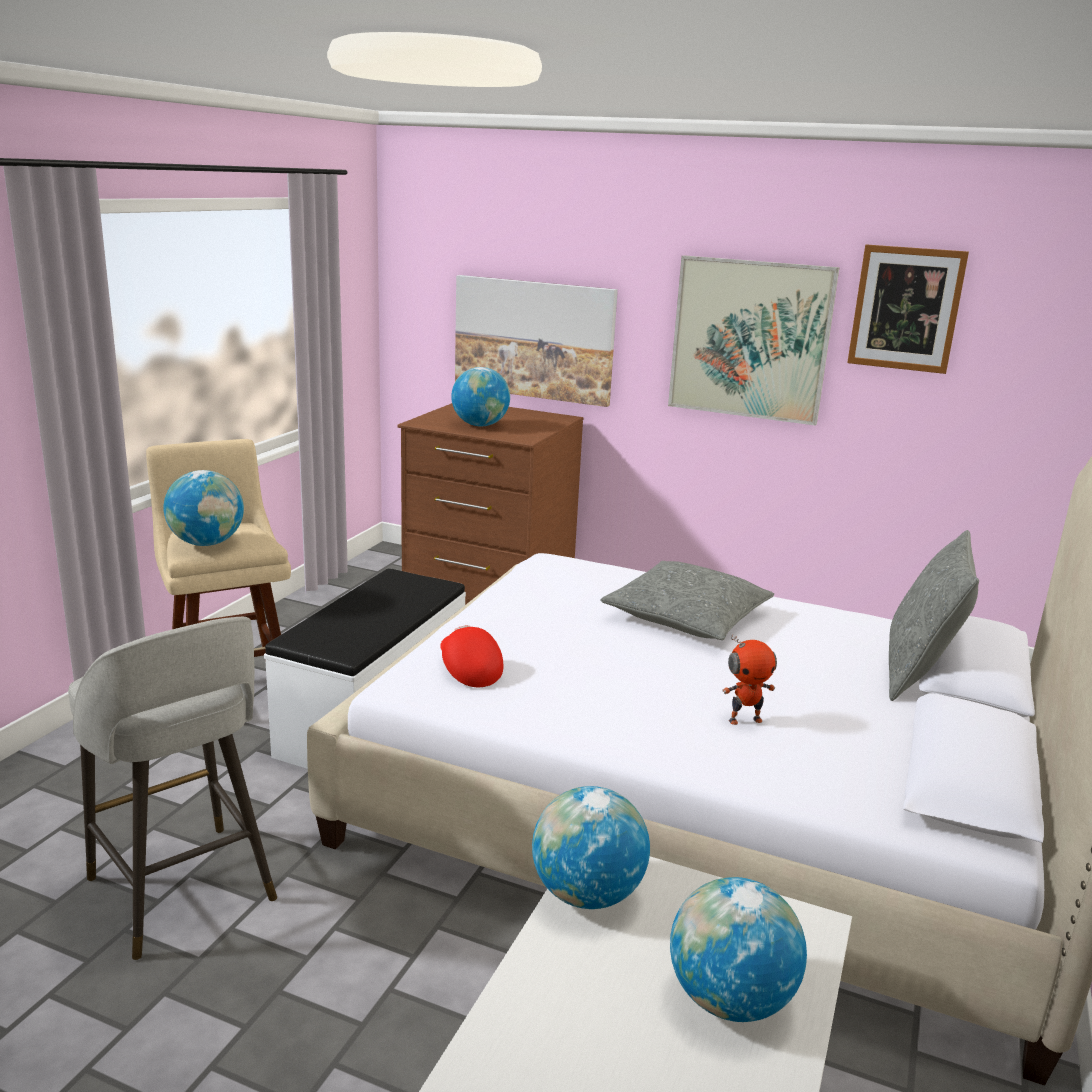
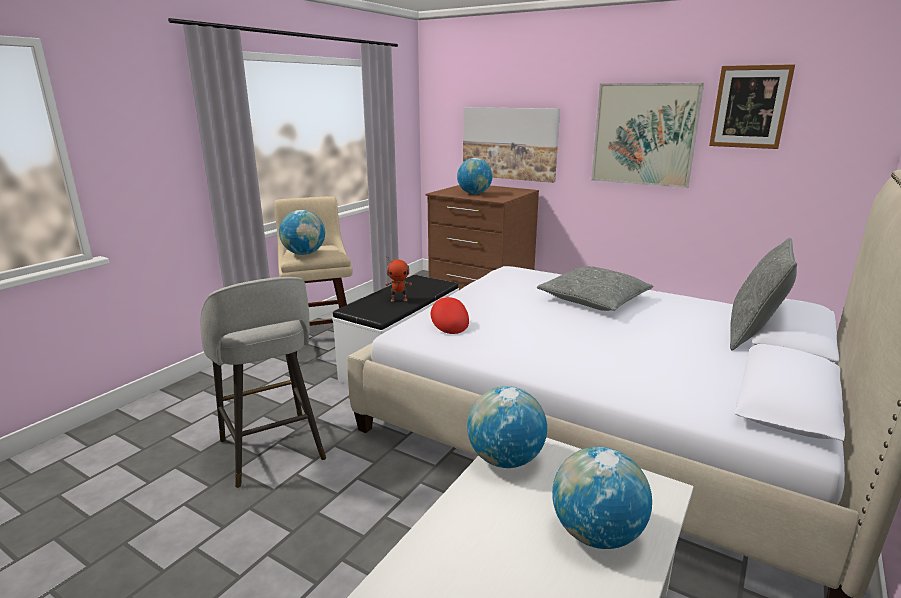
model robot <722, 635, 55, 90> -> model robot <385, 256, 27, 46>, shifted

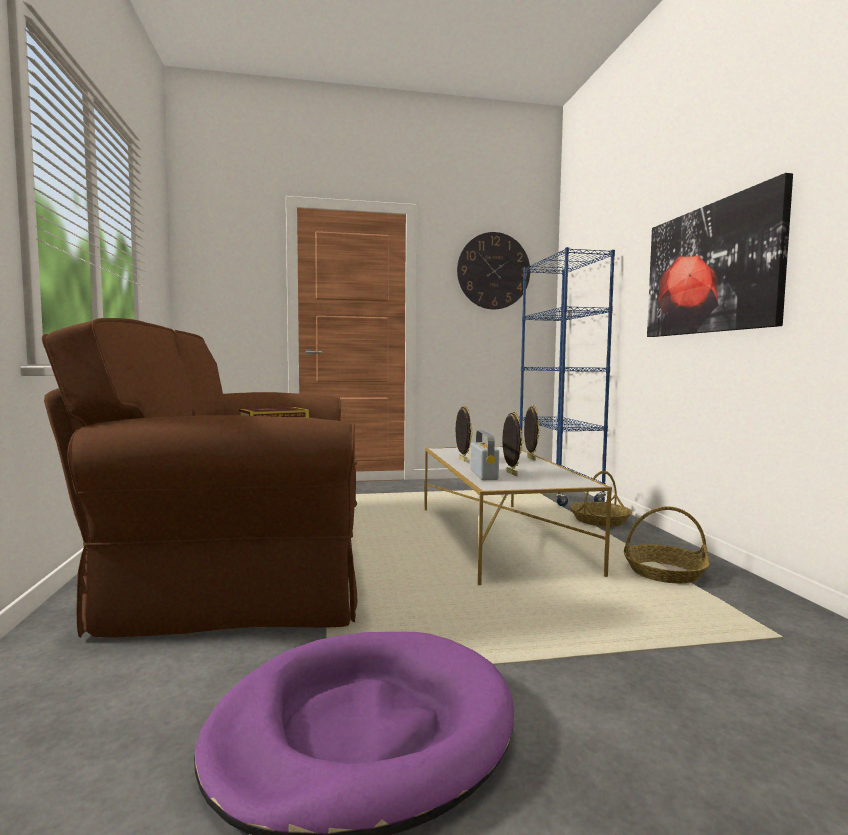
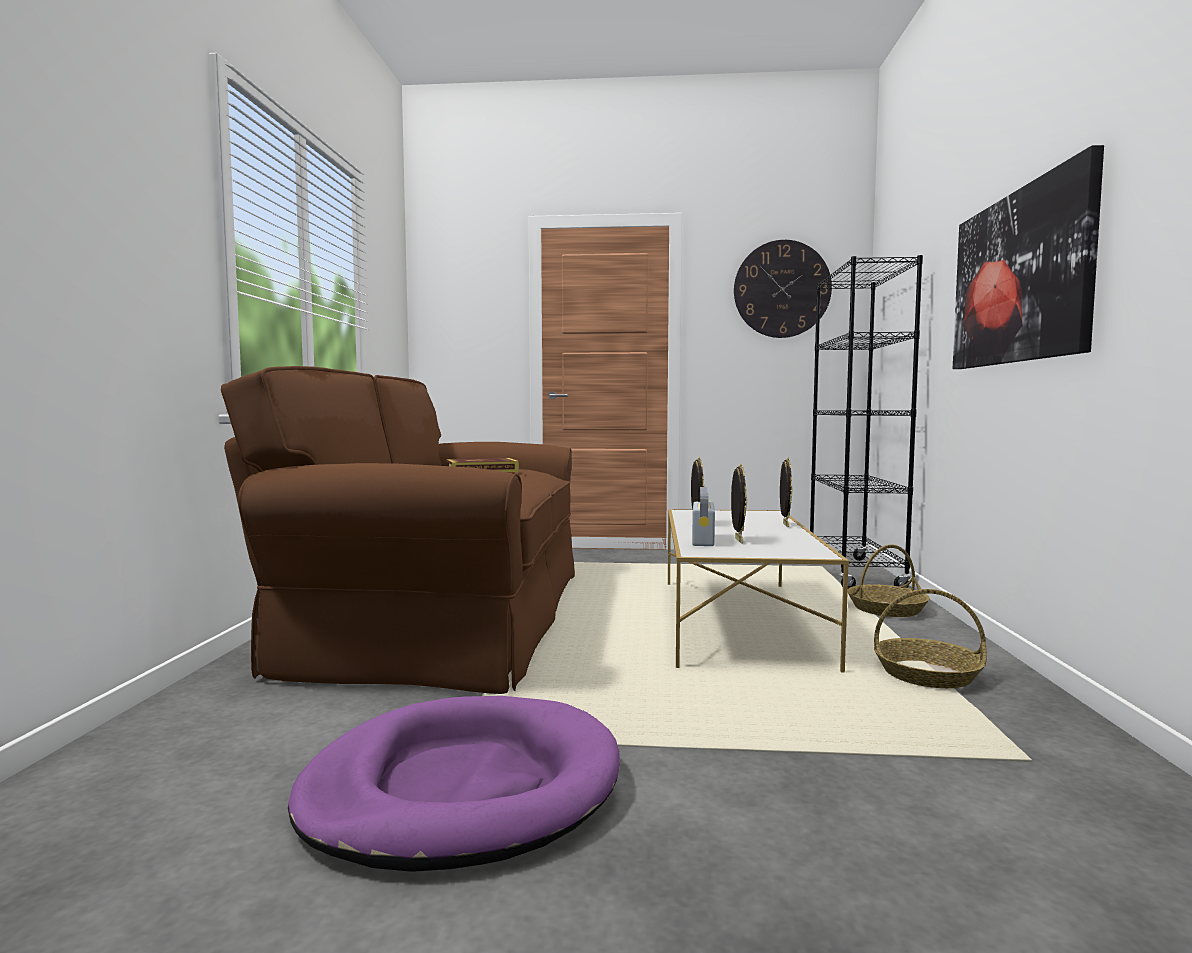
blue-coloured bookcase <520, 247, 95, 260> -> black-coloured bookcase <810, 255, 113, 334>

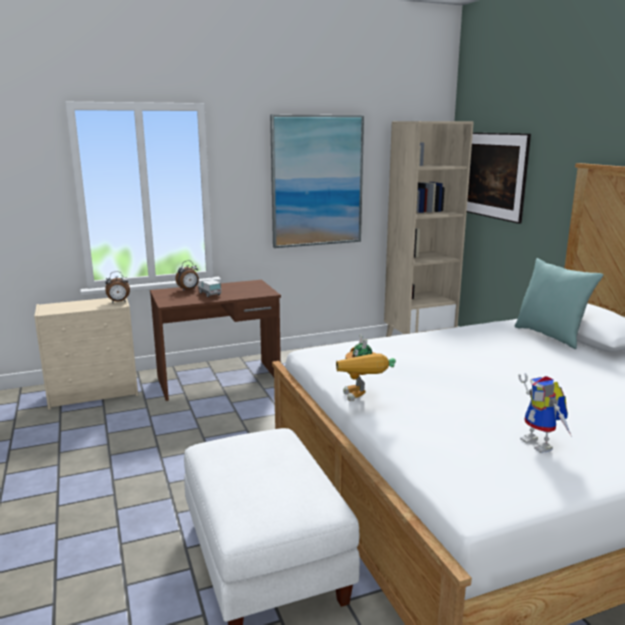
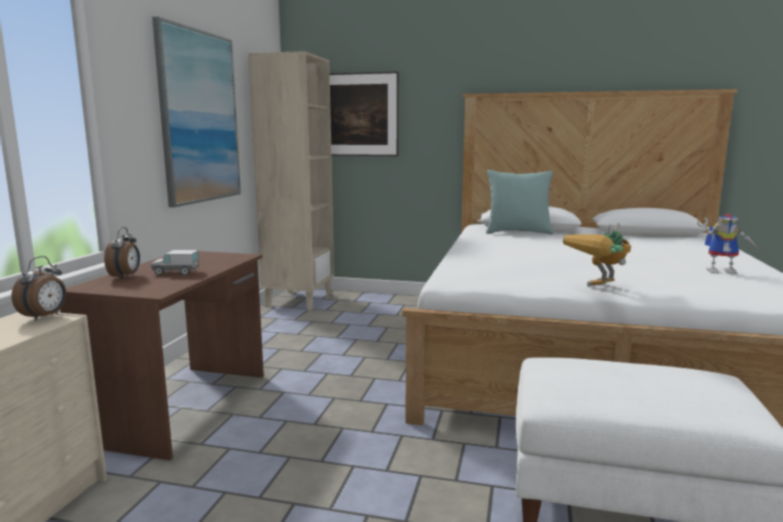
model robot <336, 334, 60, 67> -> model robot <563, 222, 68, 65>, 120 degrees clockwise

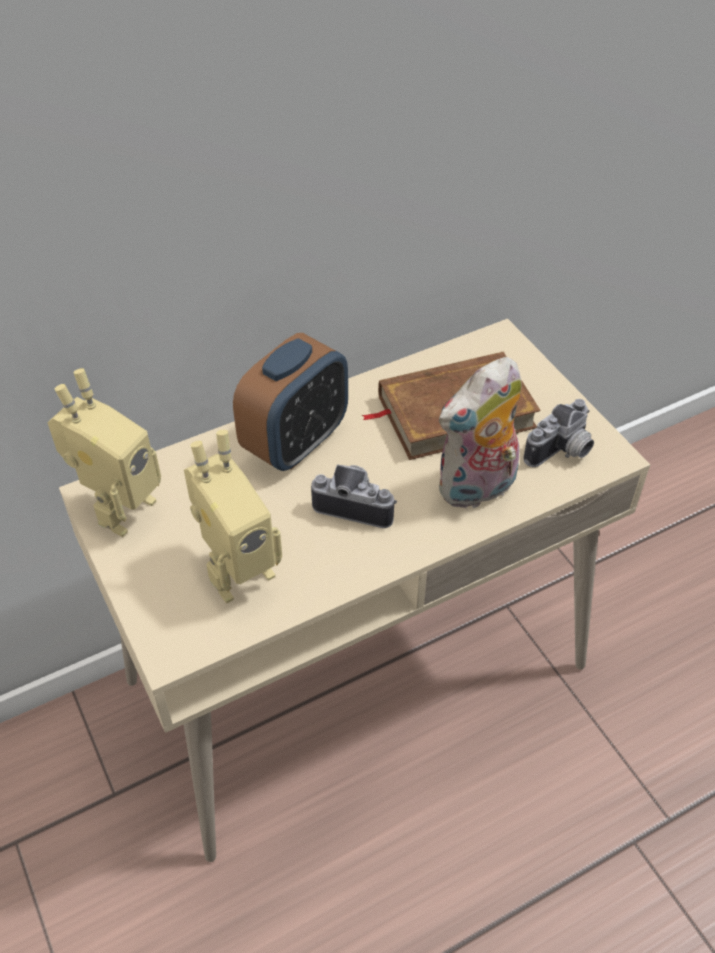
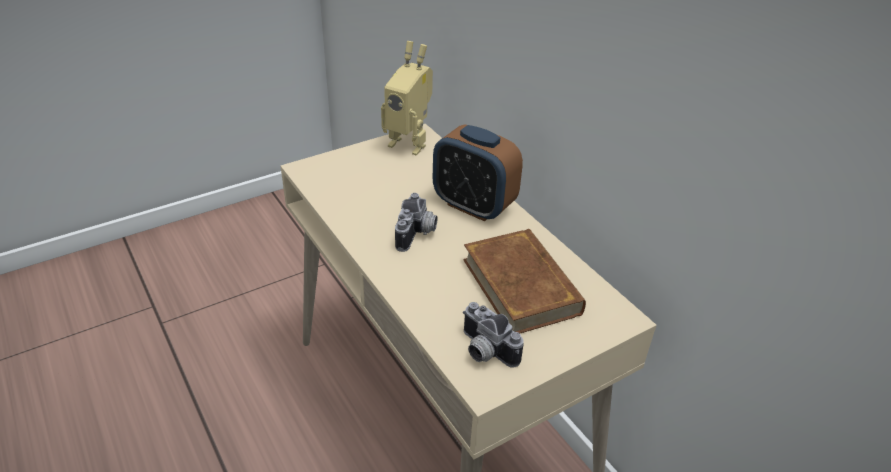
model robot <184, 430, 98, 173> -> none
plush toy <439, 357, 83, 151> -> none

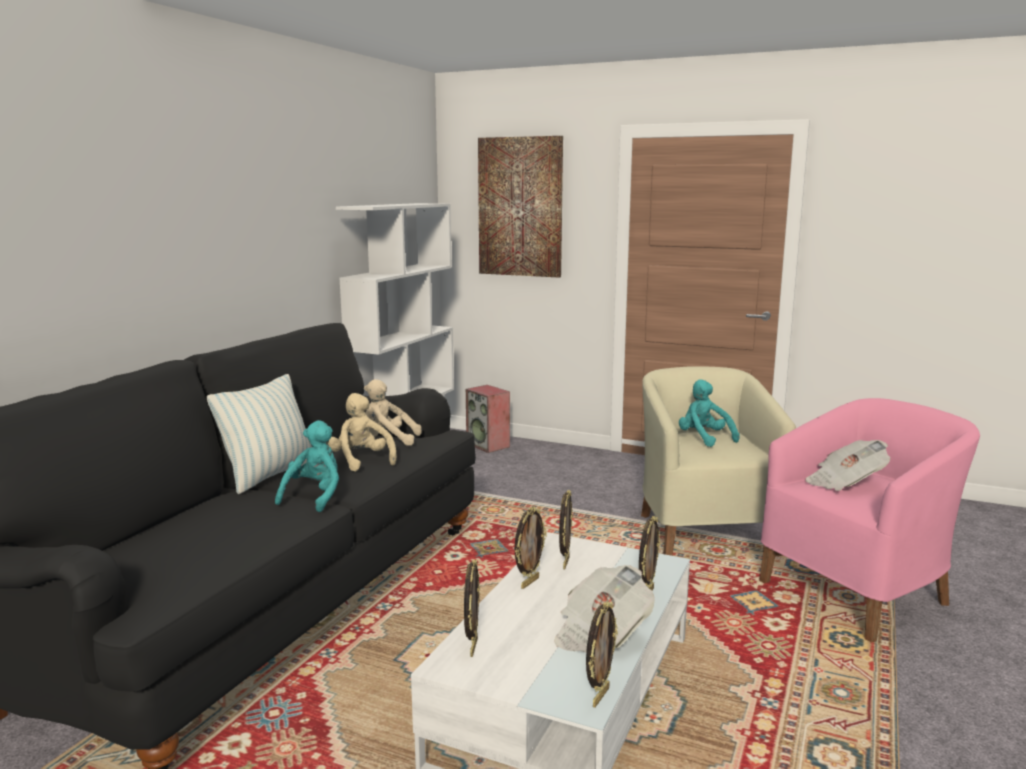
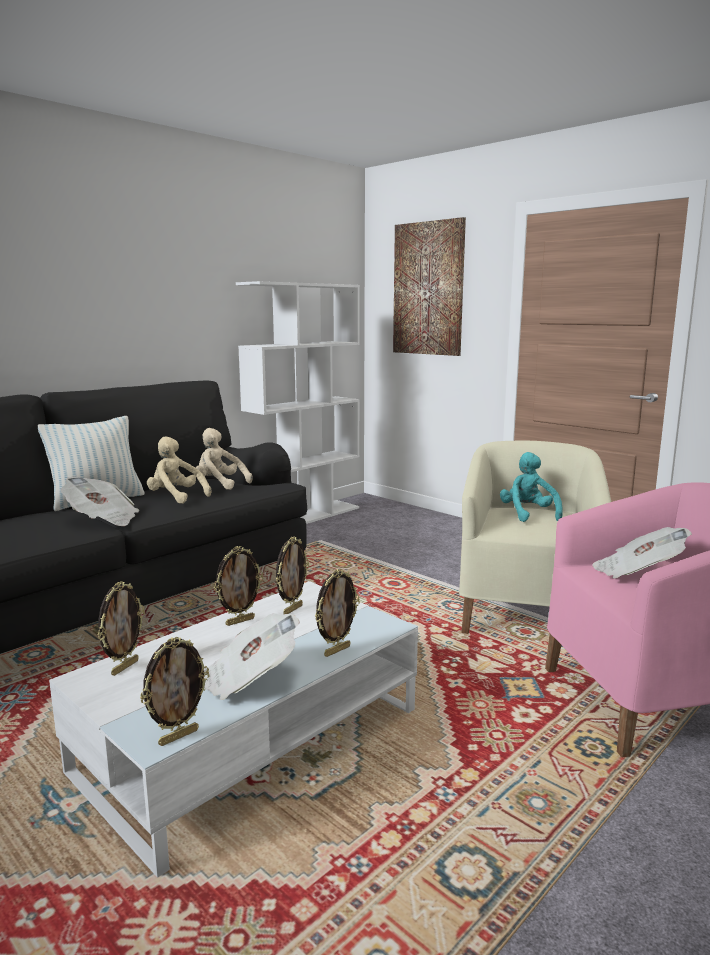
speaker <466, 385, 44, 68> -> none
turquoise plush toy <275, 420, 64, 92> -> daily paper <61, 476, 78, 50>
beige-coloured plush toy <328, 393, 69, 79> -> beige-coloured plush toy <147, 436, 64, 68>, 45 degrees counterclockwise

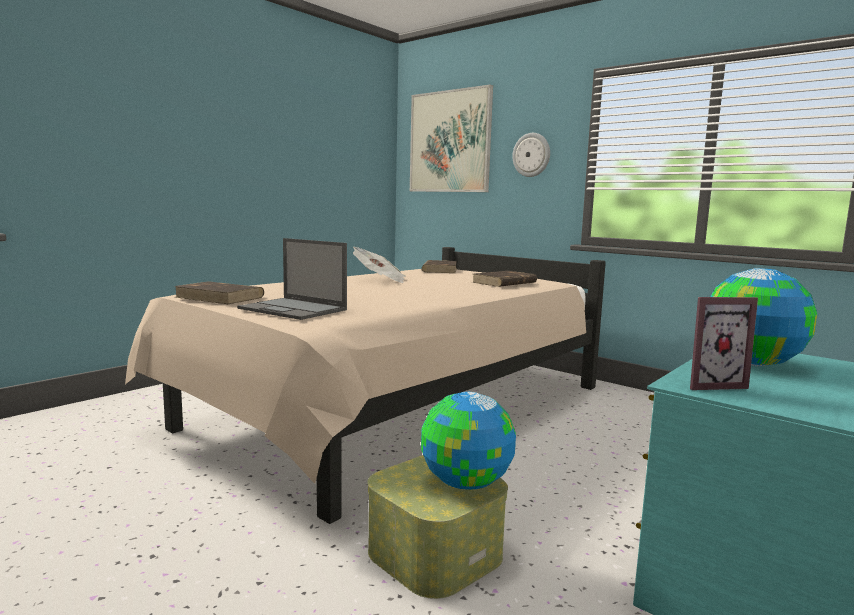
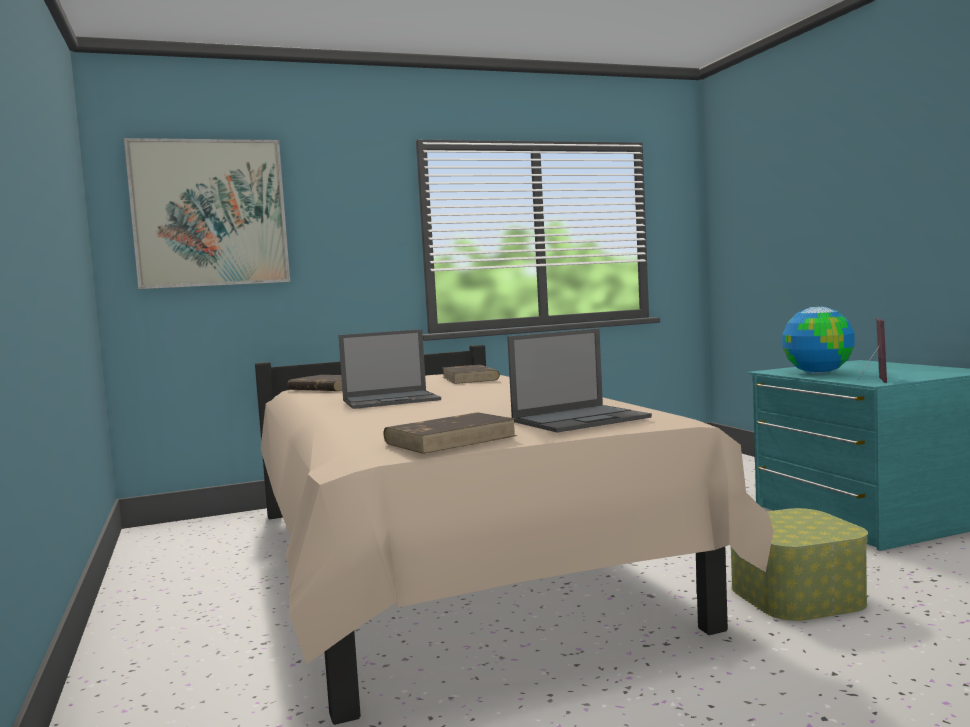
world globe <421, 392, 95, 98> -> none
hanging clock <512, 133, 38, 44> -> none
daily paper <353, 247, 53, 36> -> notebook computer <338, 329, 103, 80>

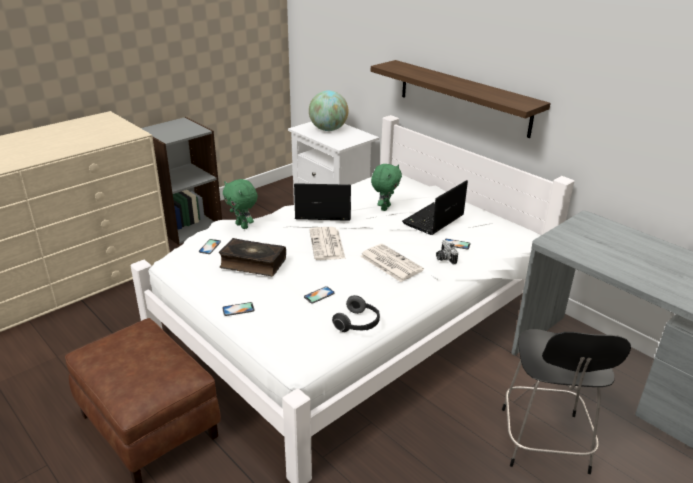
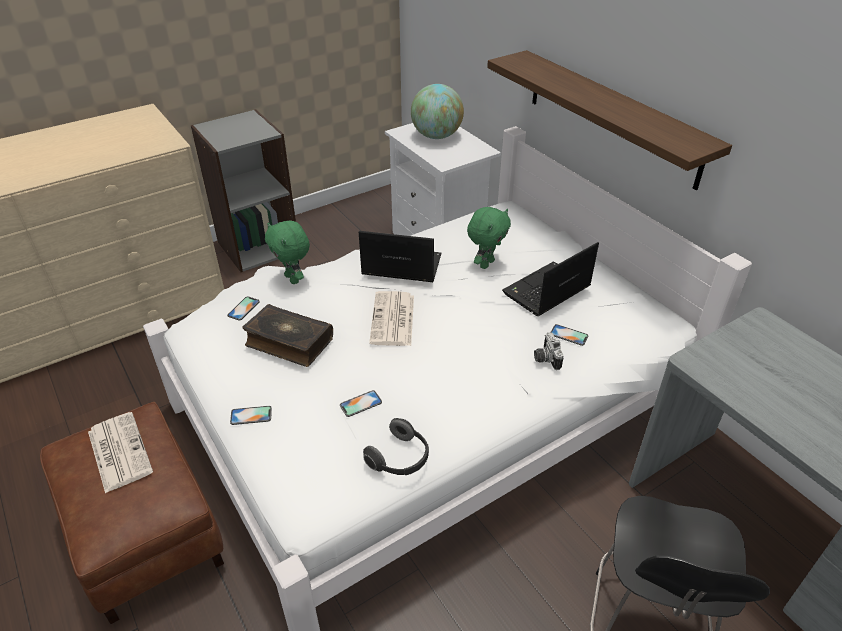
daily paper <360, 244, 64, 38> -> daily paper <88, 412, 65, 81>, shifted

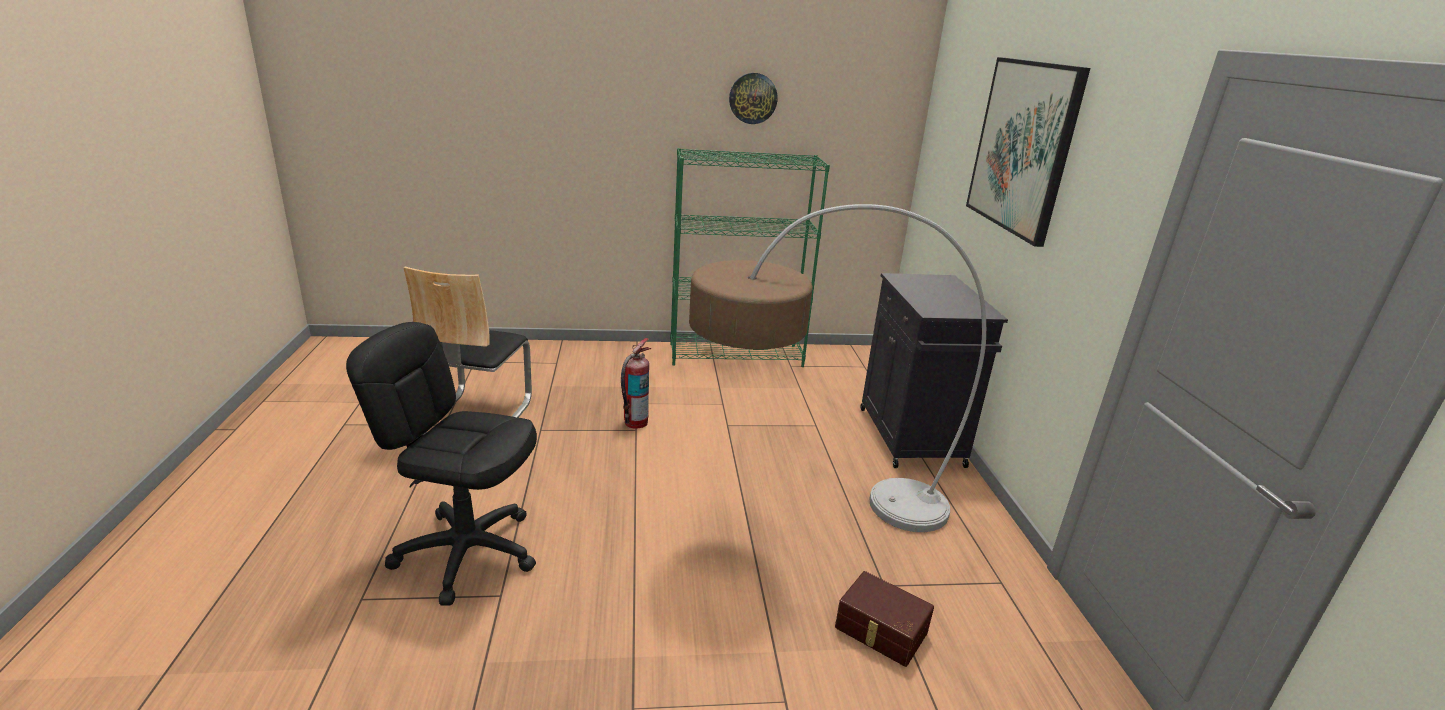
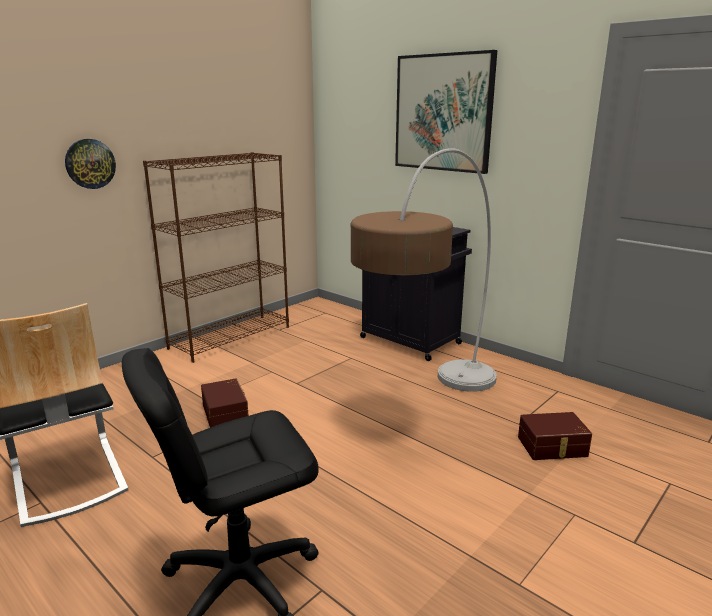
hanging clock <729, 73, 49, 51> -> hanging clock <65, 139, 51, 50>, shifted
fire extinguisher <621, 338, 31, 91> -> brownish storage container <201, 378, 48, 50>
green bookcase <670, 148, 160, 219> -> brownish bookcase <143, 152, 146, 211>

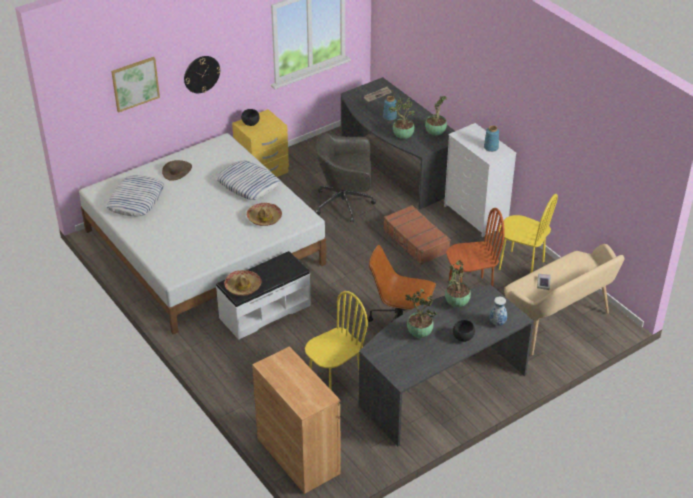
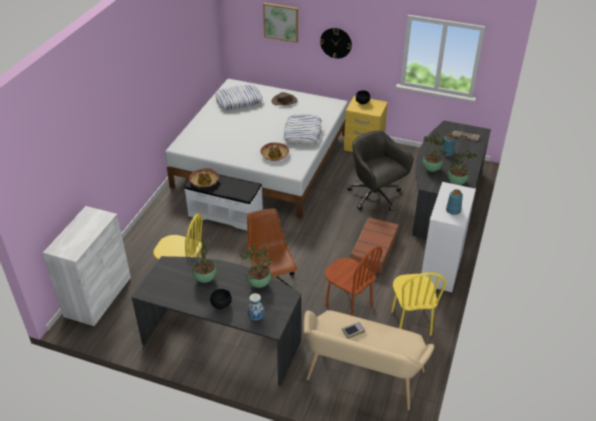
brownish cupboard <252, 346, 89, 148> -> white cupboard <43, 206, 88, 120>

